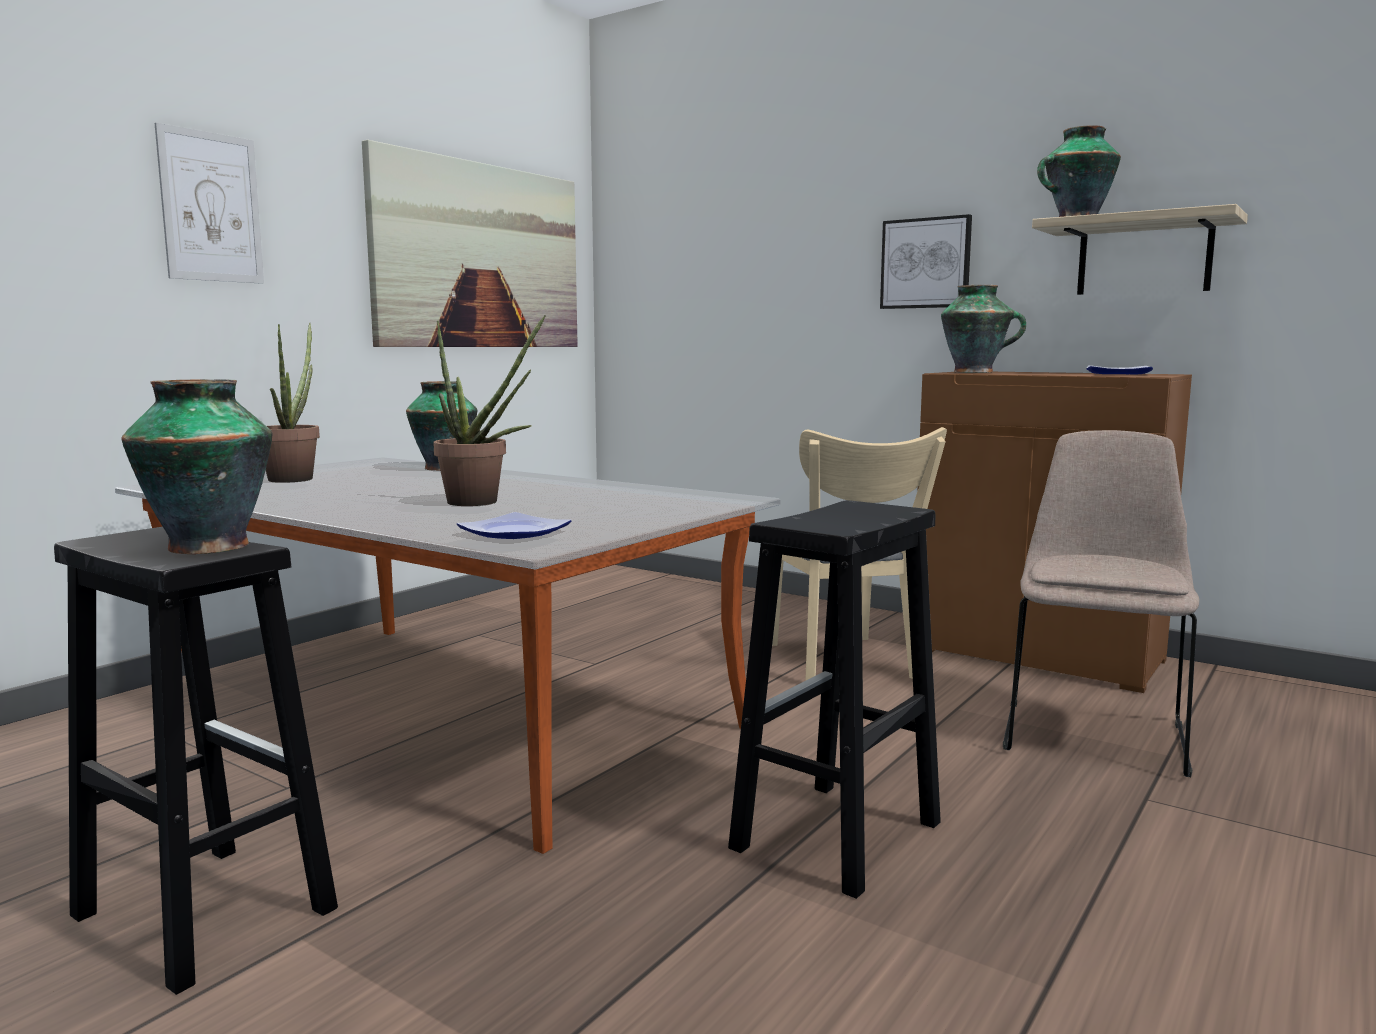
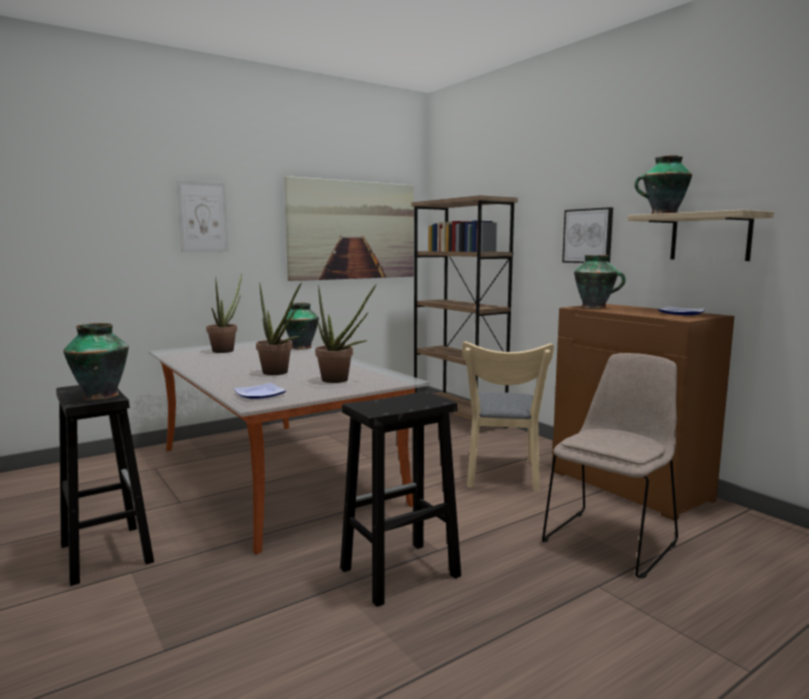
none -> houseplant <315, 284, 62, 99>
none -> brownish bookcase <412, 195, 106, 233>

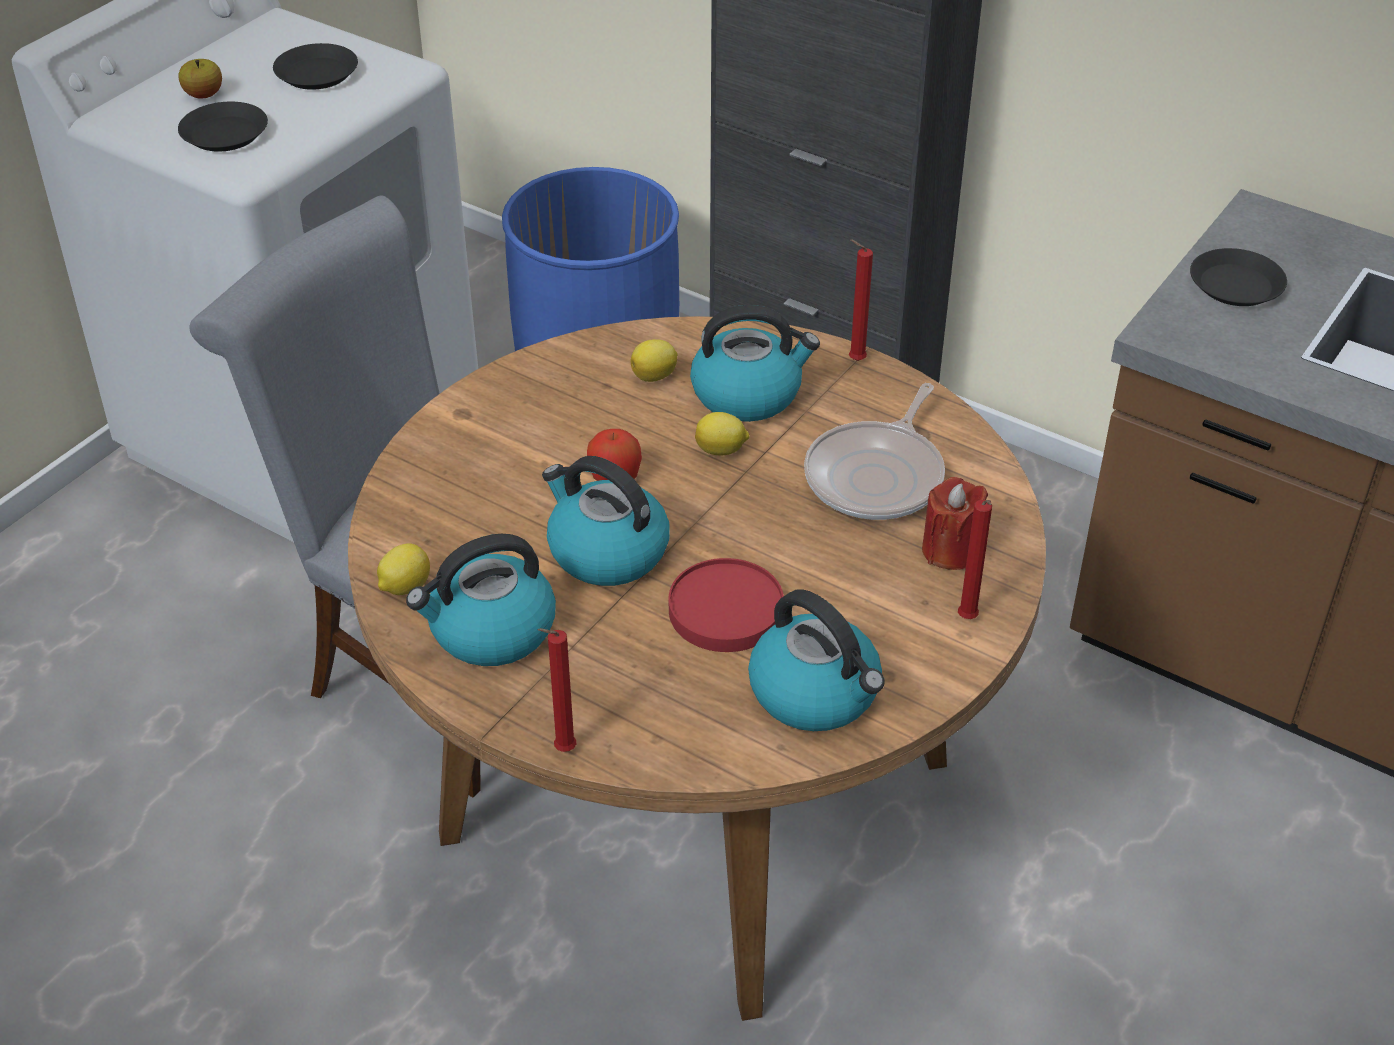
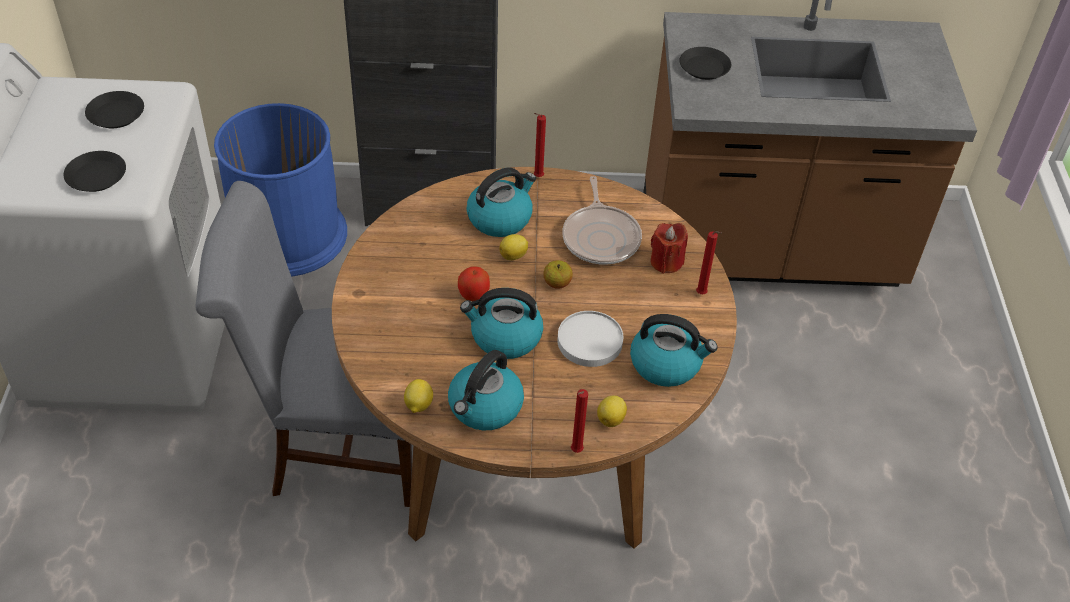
apple fruit <179, 59, 43, 40> -> apple fruit <543, 260, 30, 29>, shifted
whole lemon <631, 339, 47, 43> -> whole lemon <597, 395, 30, 32>, shifted
red flat dish <669, 558, 115, 94> -> white flat dish <557, 311, 66, 56>

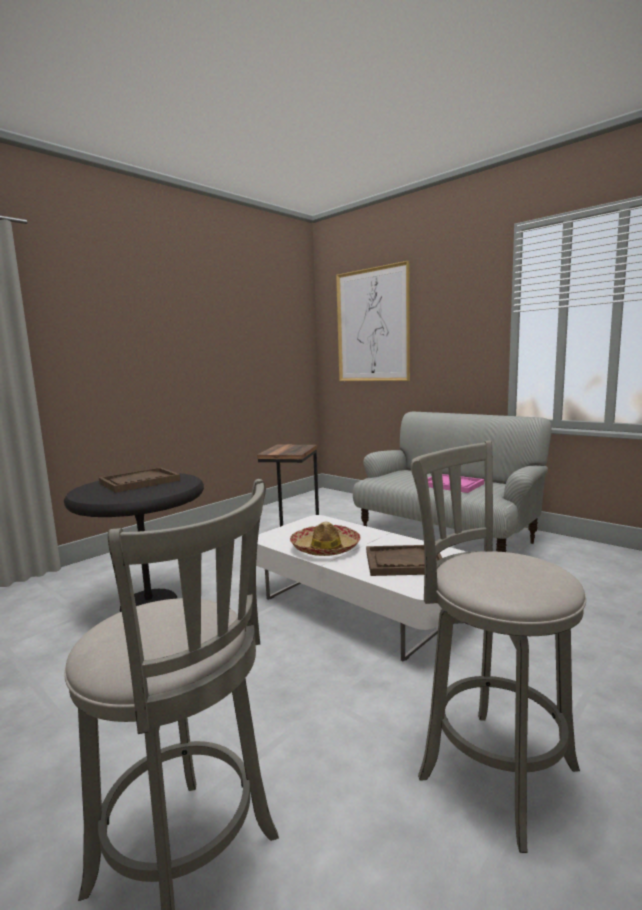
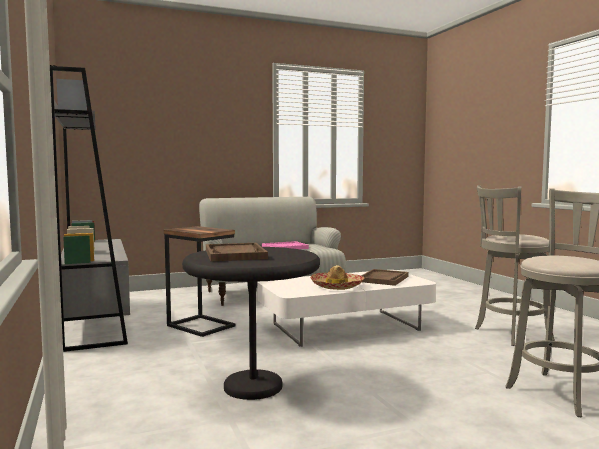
wall picture <336, 261, 74, 120> -> none
none -> gray bookcase <50, 65, 80, 287>

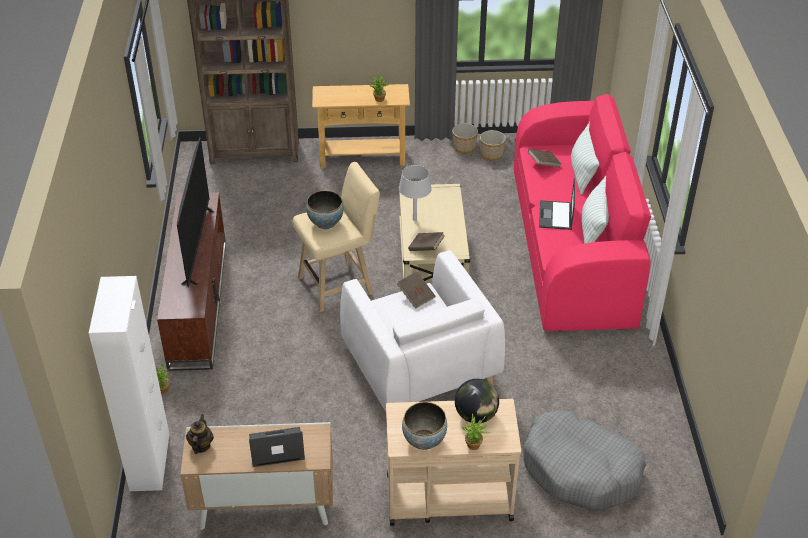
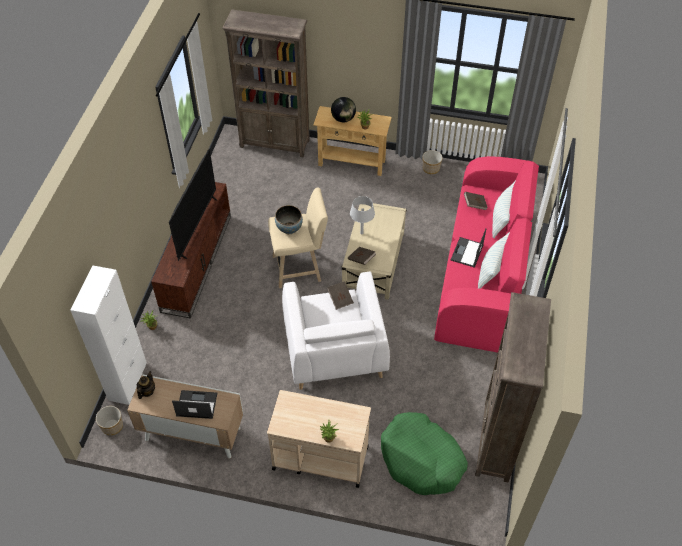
bowl <402, 402, 45, 48> -> none
none -> brownish bookcase <475, 292, 76, 190>
world globe <455, 379, 44, 45> -> world globe <331, 97, 25, 25>, shifted
plant pot <480, 130, 26, 31> -> plant pot <96, 406, 27, 29>, shifted
gray pet bed <524, 410, 122, 100> -> green pet bed <381, 412, 87, 83>

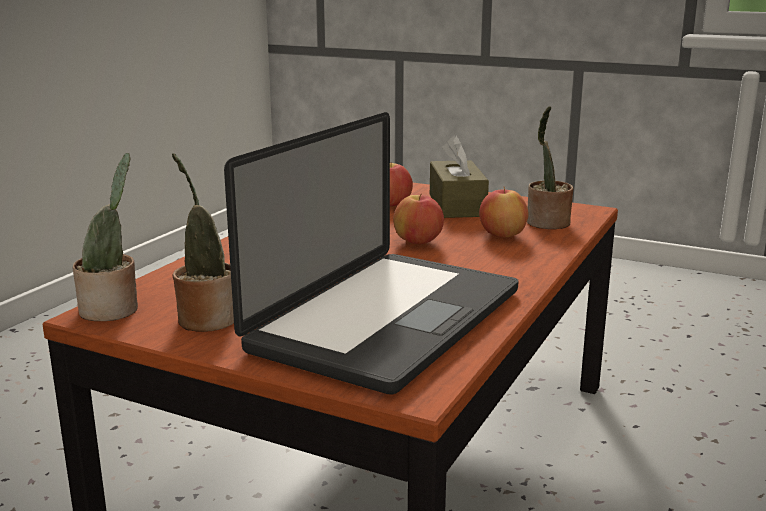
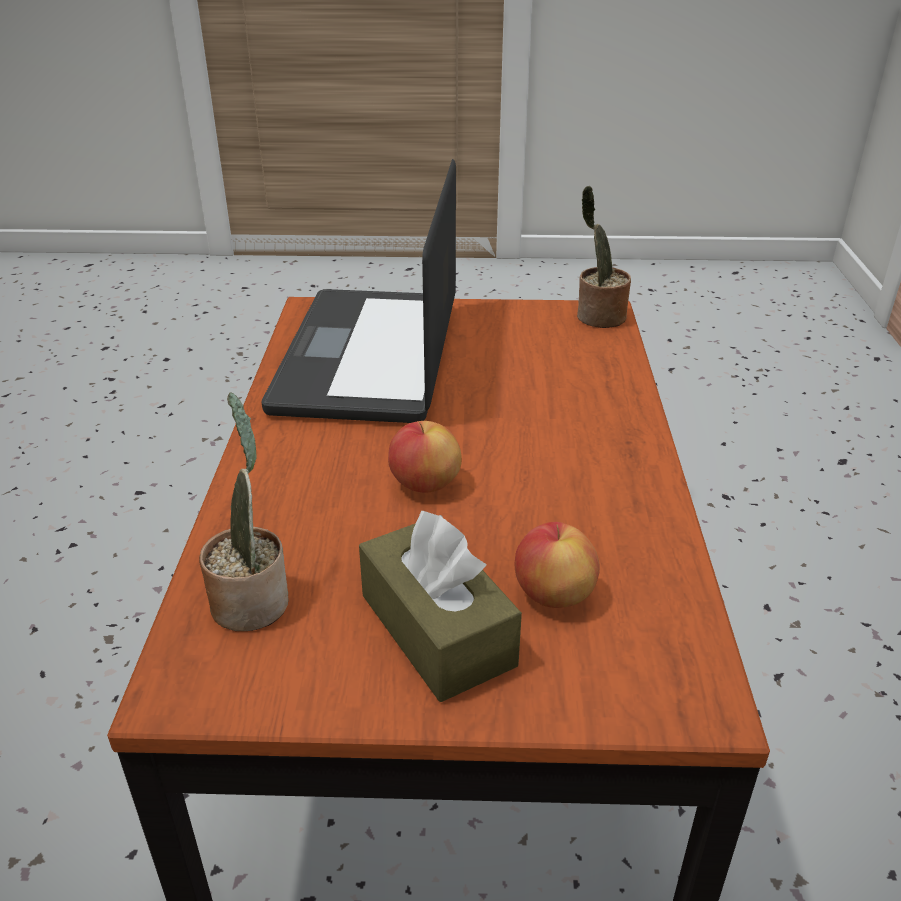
houseplant <172, 153, 62, 179> -> none
apple fruit <479, 187, 50, 51> -> none

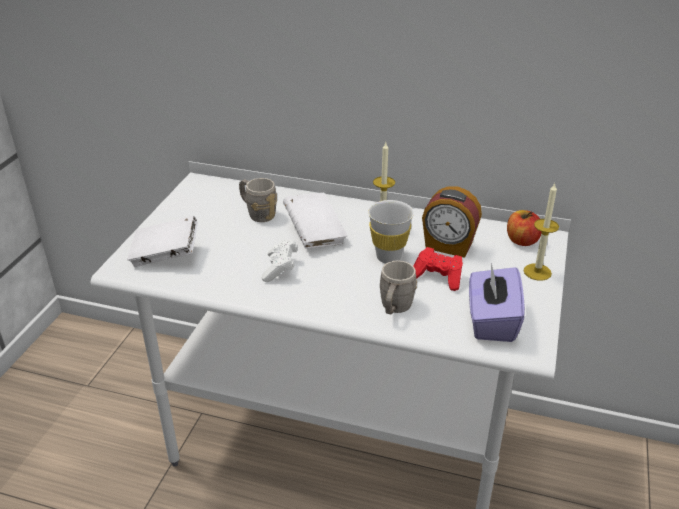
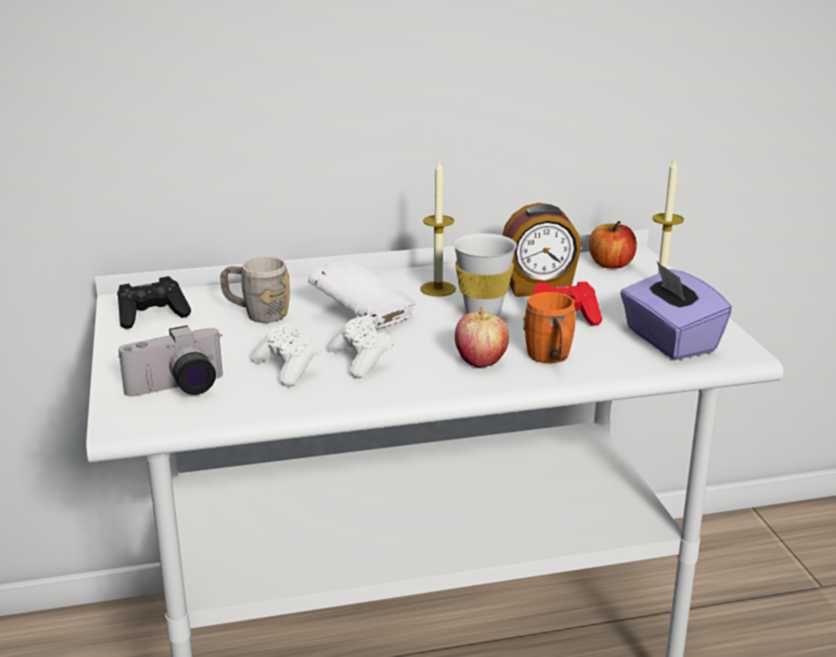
none -> black-coloured game controller <117, 276, 74, 53>
none -> white game controller <251, 322, 70, 65>
none -> apple fruit <455, 307, 54, 61>
white book <127, 216, 71, 51> -> photo camera <118, 325, 105, 72>
gray mug <380, 260, 37, 54> -> orange mug <523, 292, 52, 71>

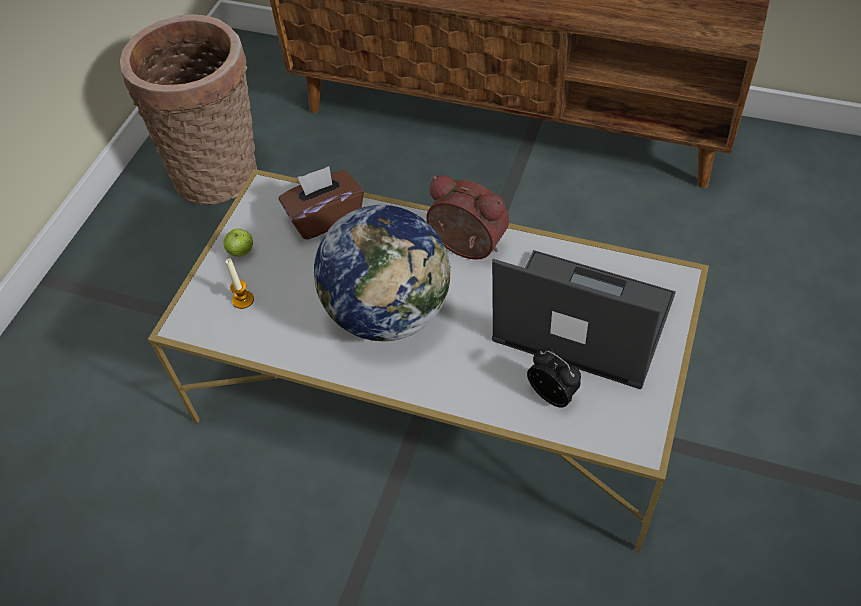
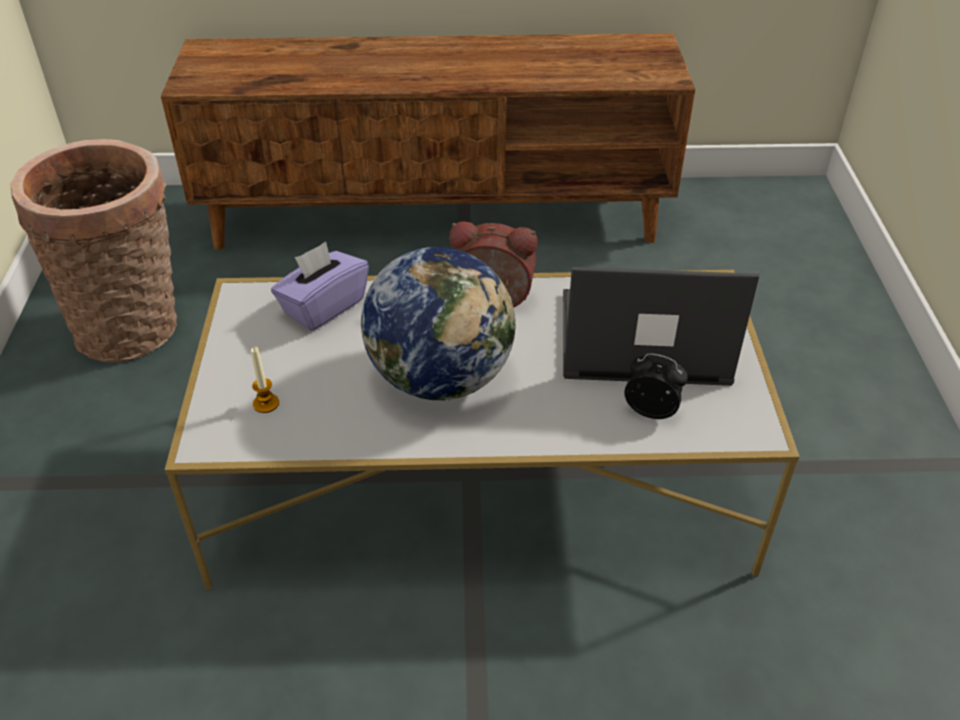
apple fruit <224, 229, 29, 28> -> none
brownish tissue box <279, 166, 85, 74> -> purplish tissue box <271, 242, 98, 89>

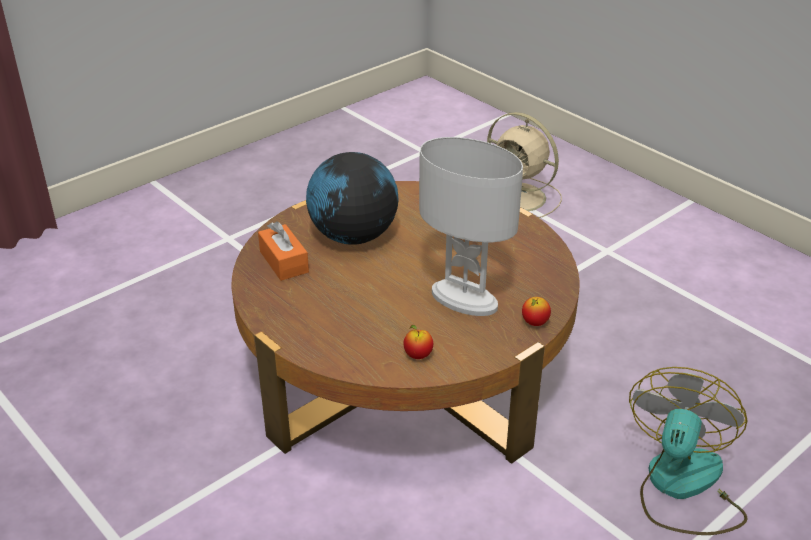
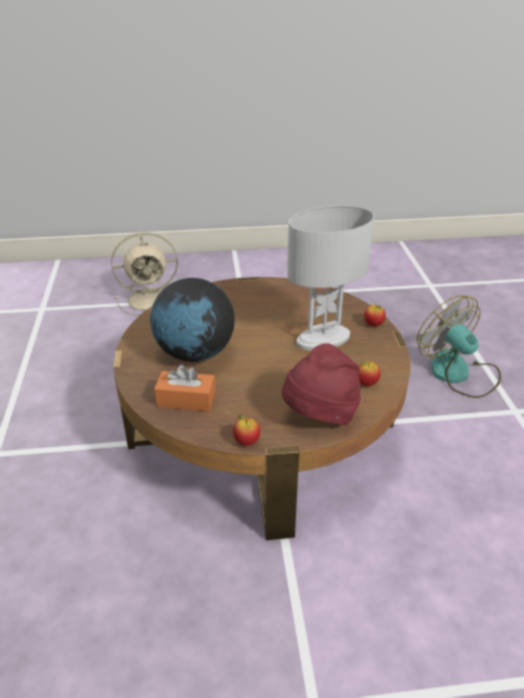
none -> apple fruit <233, 415, 27, 31>
none -> red clothing hat <282, 343, 79, 82>

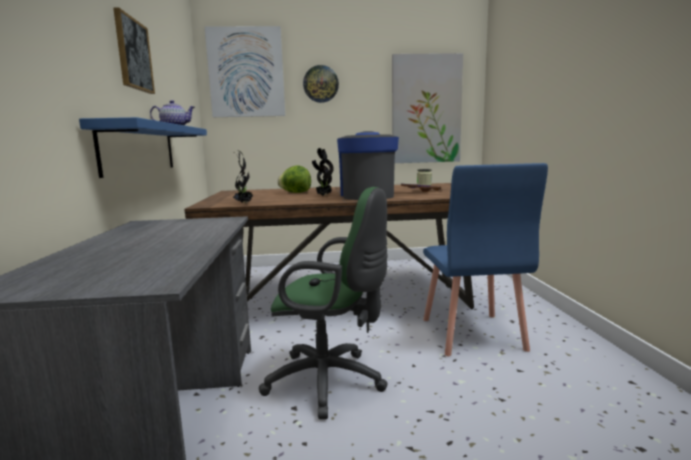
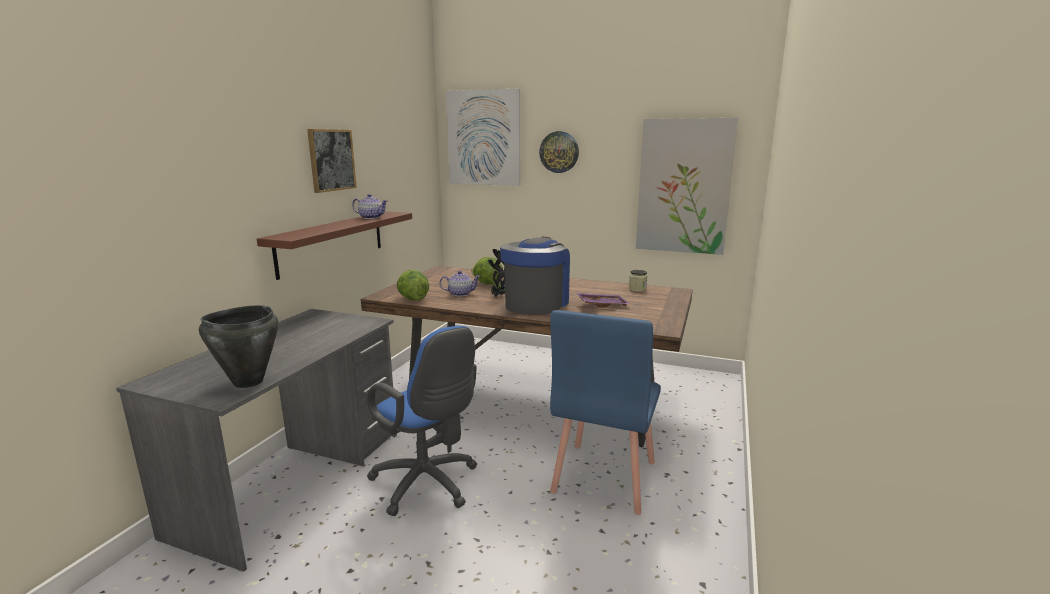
none -> black-coloured saucepot <199, 305, 79, 83>
none -> teapot <439, 271, 42, 25>
houseplant <233, 151, 20, 53> -> head of lettuce <397, 270, 32, 30>
blue-coloured bracket shelf <79, 117, 128, 61> -> brownish bracket shelf <257, 212, 155, 68>
green office chair <259, 187, 129, 232> -> blue-coloured office chair <367, 326, 110, 190>

